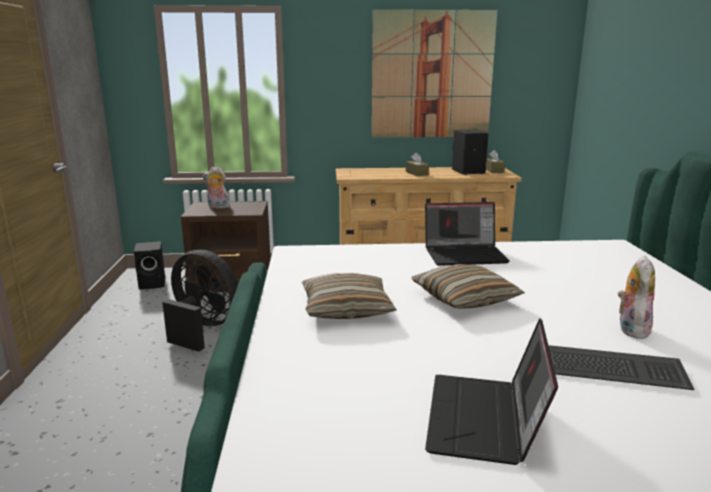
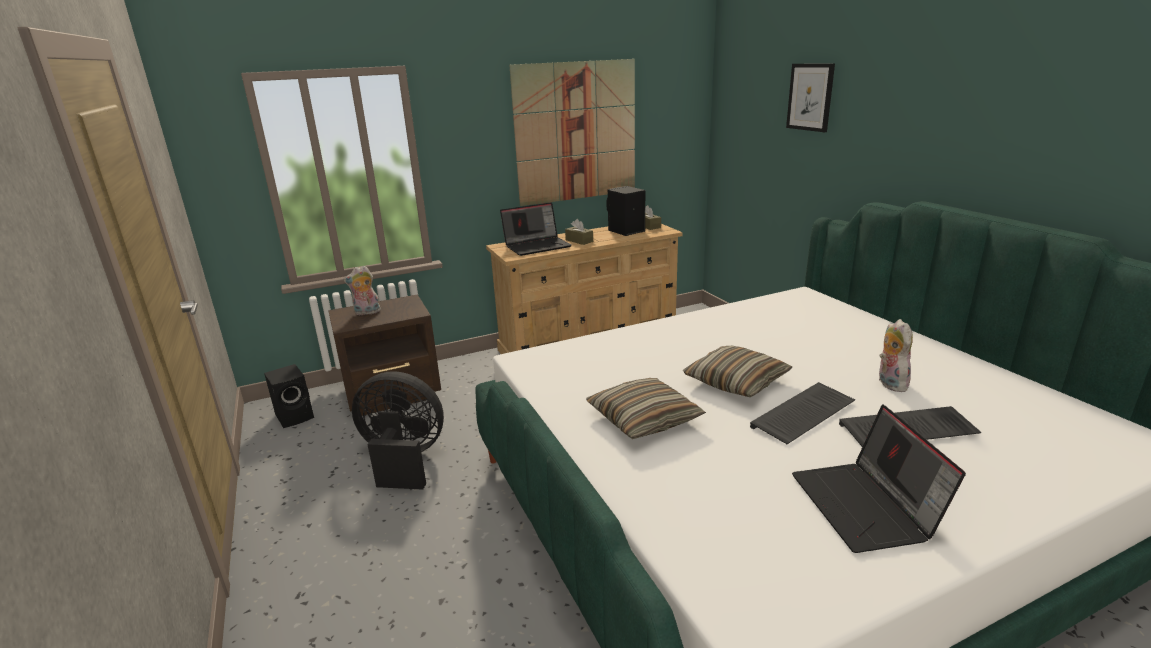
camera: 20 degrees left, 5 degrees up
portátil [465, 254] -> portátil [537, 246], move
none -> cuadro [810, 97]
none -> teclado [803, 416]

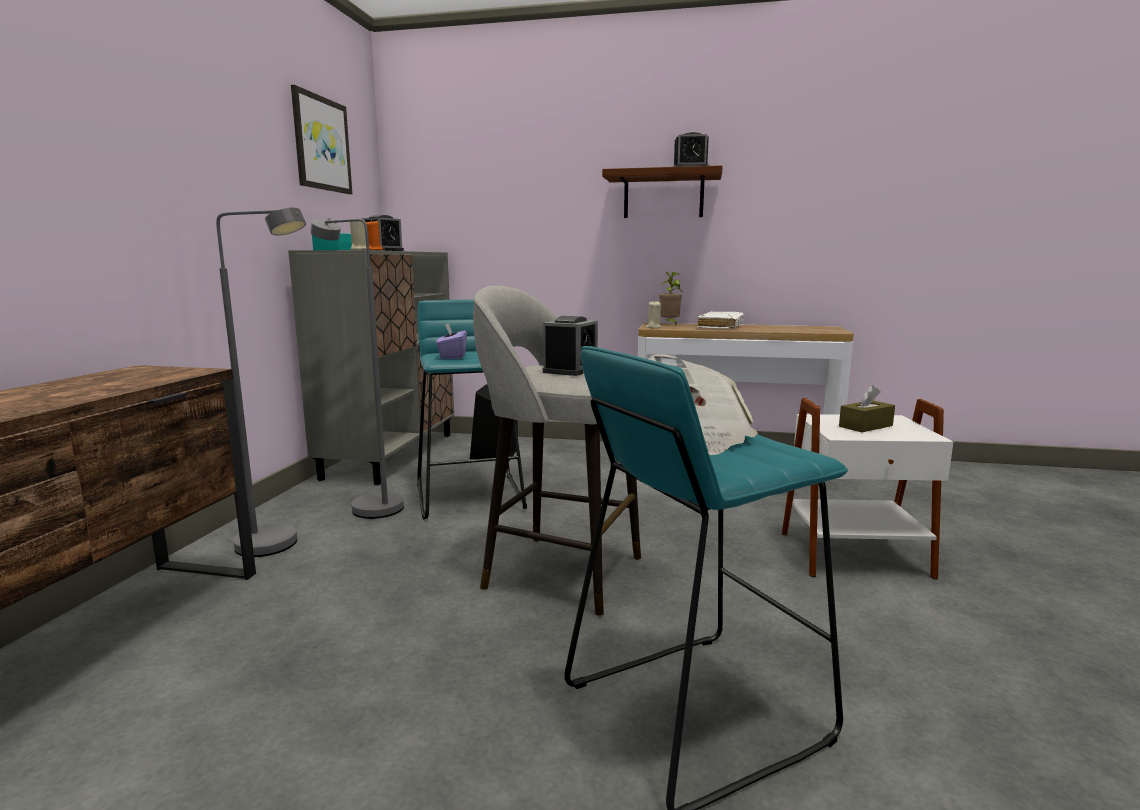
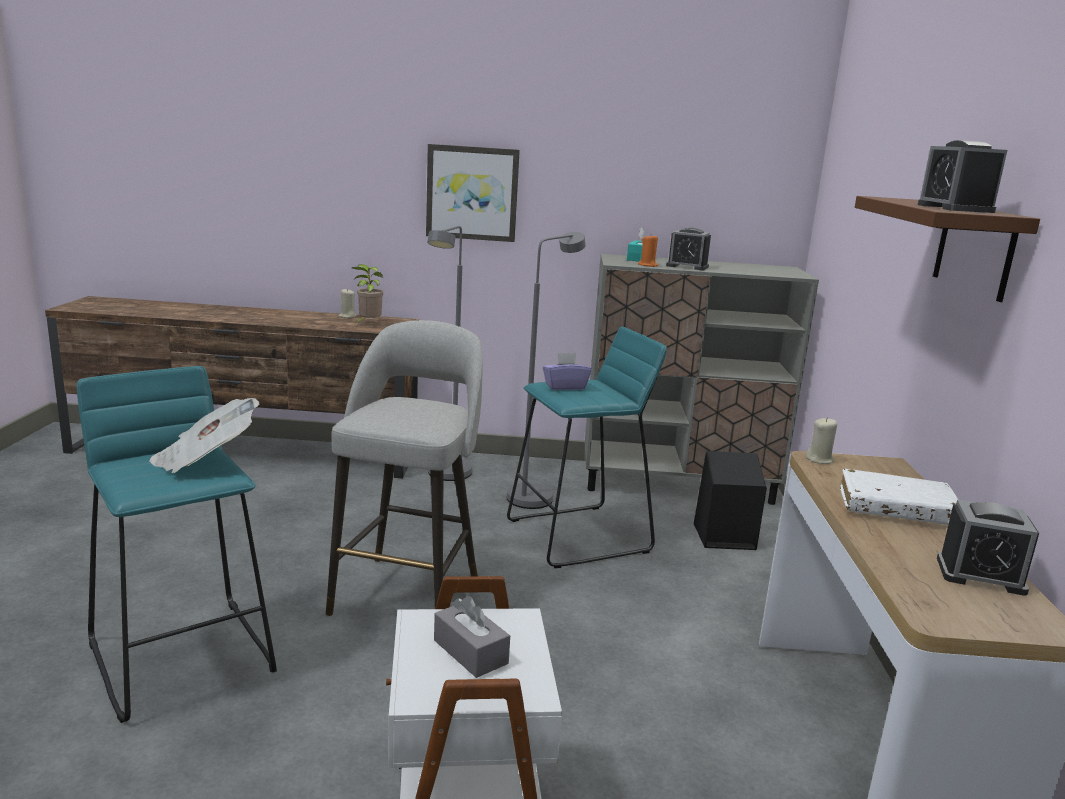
camera: 80 degrees right, 5 degrees up
cuadro [321, 144] -> cuadro [472, 193], move
vela/beis [359, 249] -> vela/beis [347, 316], move
planta en maceta [669, 324] -> planta en maceta [368, 324], move
despertador [570, 370] -> despertador [980, 575], move
caja de pañuelos/marrón [865, 426] -> caja de pañuelos/gris [470, 652]

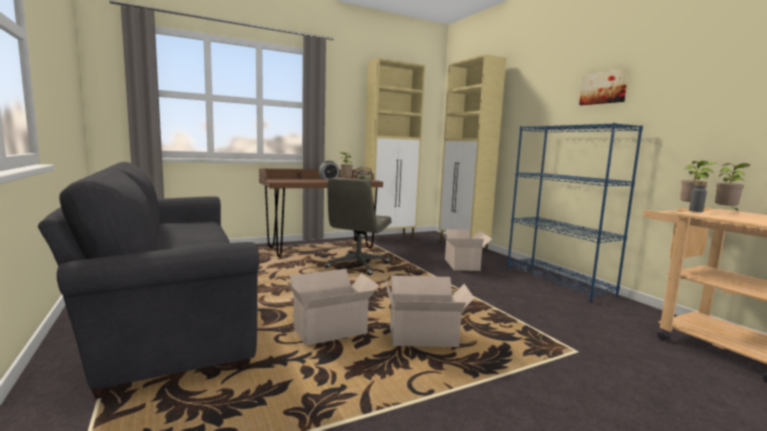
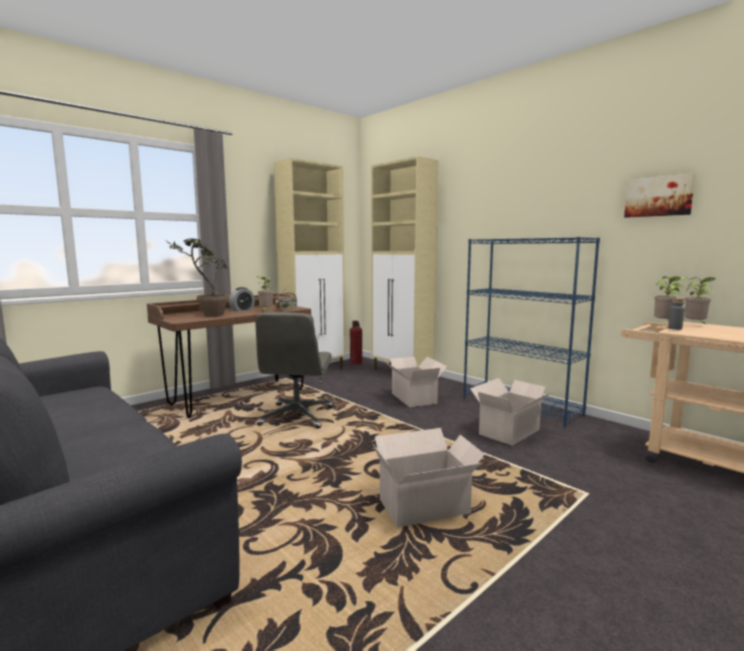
camera: 15 degrees left, 0 degrees up
cuadro [604, 88] -> cuadro [658, 196], move
caja de cartón [332, 331] -> caja de cartón [510, 431], move
none -> planta en maceta [206, 315]
none -> extintor [356, 363]

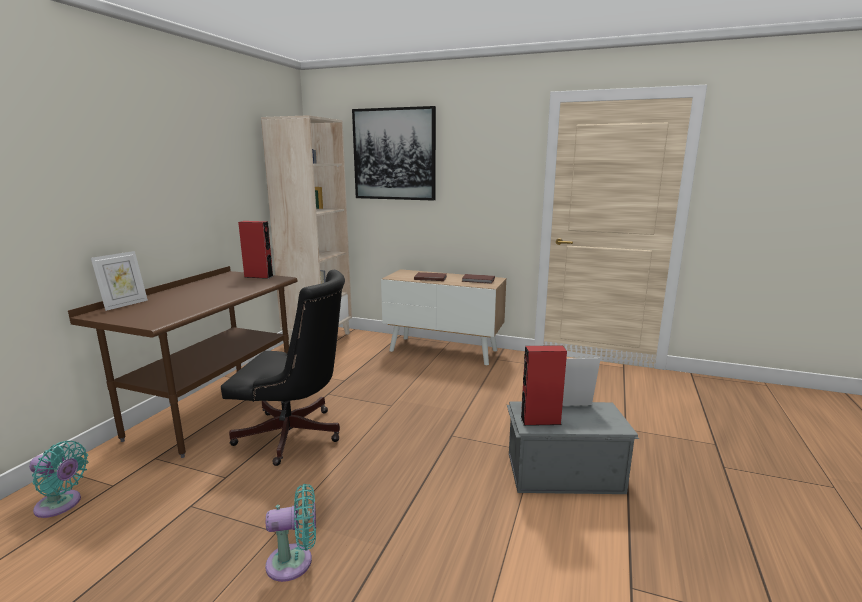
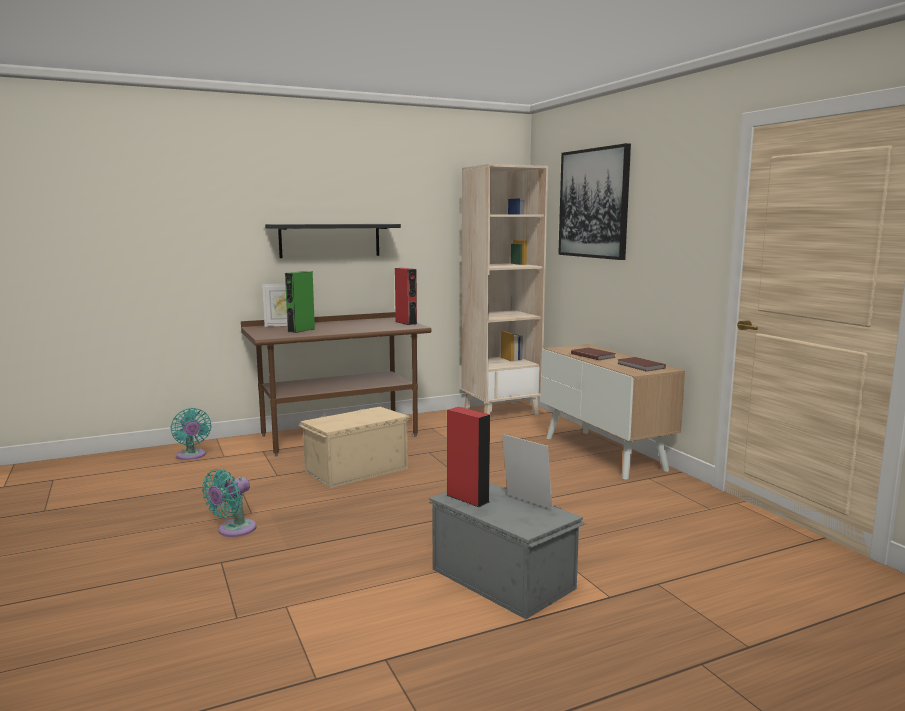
camera: 45 degrees right, 5 degrees down
silla de oficina/negro [295, 436] -> caja de almacenaje/beis [355, 470]
ventilador/turquesa [294, 562] -> ventilador/turquesa [233, 530], 90 degrees clockwise
none -> estante/negro [330, 240]
none -> altavoz/verde [301, 330]

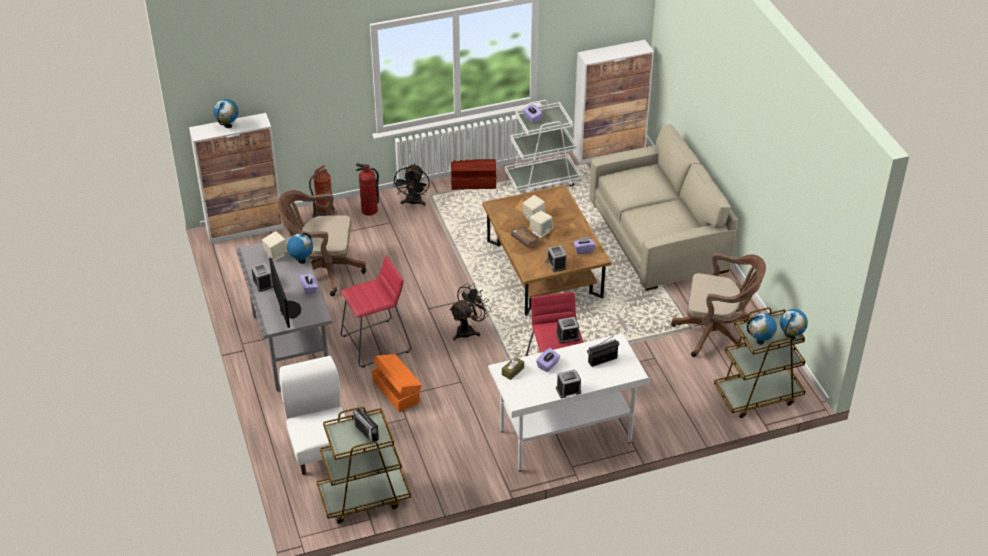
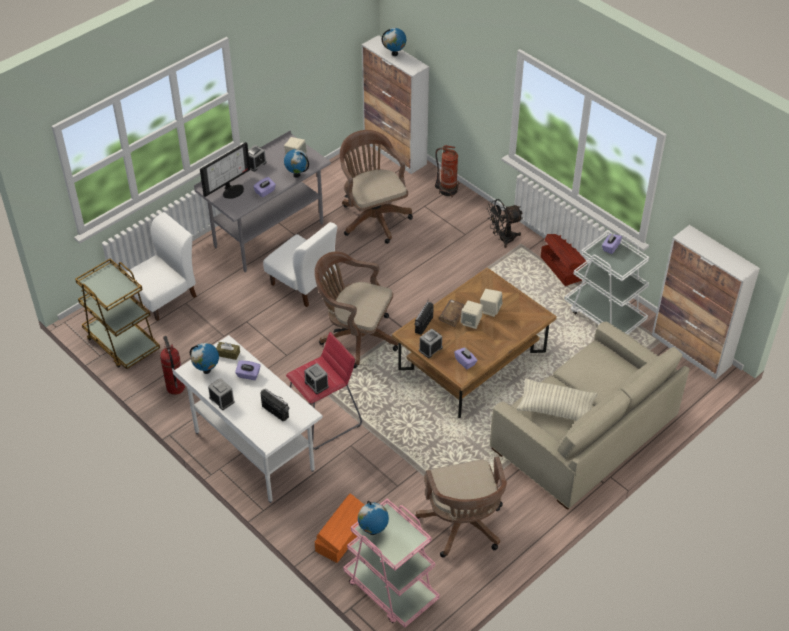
camera: 65 degrees right, 5 degrees up
extintor [369, 210] -> extintor [175, 387], move
taburete/rojo [376, 343] -> silla/blanco [303, 284]
ventilador/negro [468, 330] -> silla de oficina/marrón [355, 337]
carrito/marrón [757, 395] -> carrito/rosa [390, 589]
globo terráqueo [791, 337] -> globo terráqueo [206, 370], move
caja de almacenaje/naranja [396, 391] -> caja de almacenaje/naranja [342, 536], move
radio [366, 433] -> radio [424, 325], move
none -> cojín [556, 408]

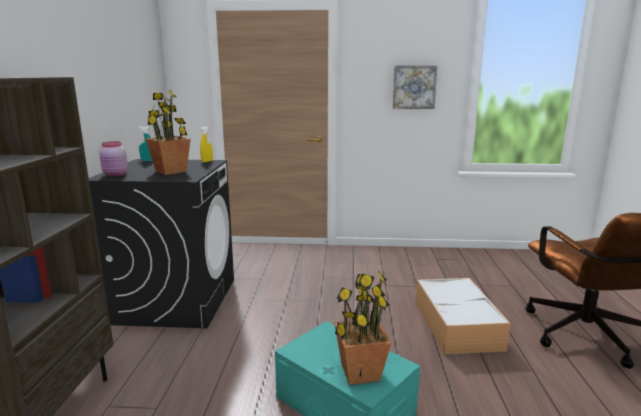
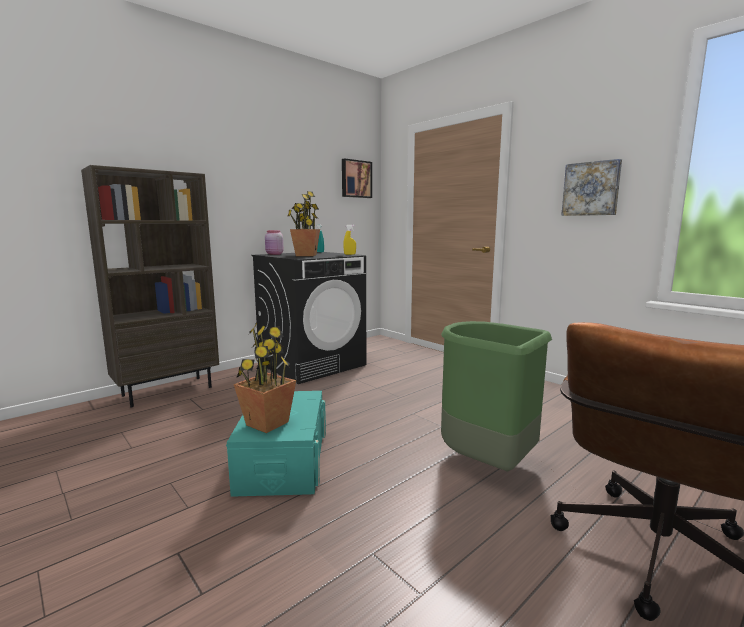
camera: 45 degrees right, 5 degrees down
caja de almacenaje [457, 326] -> papelera/verde [486, 464]
none -> cuadro [356, 179]

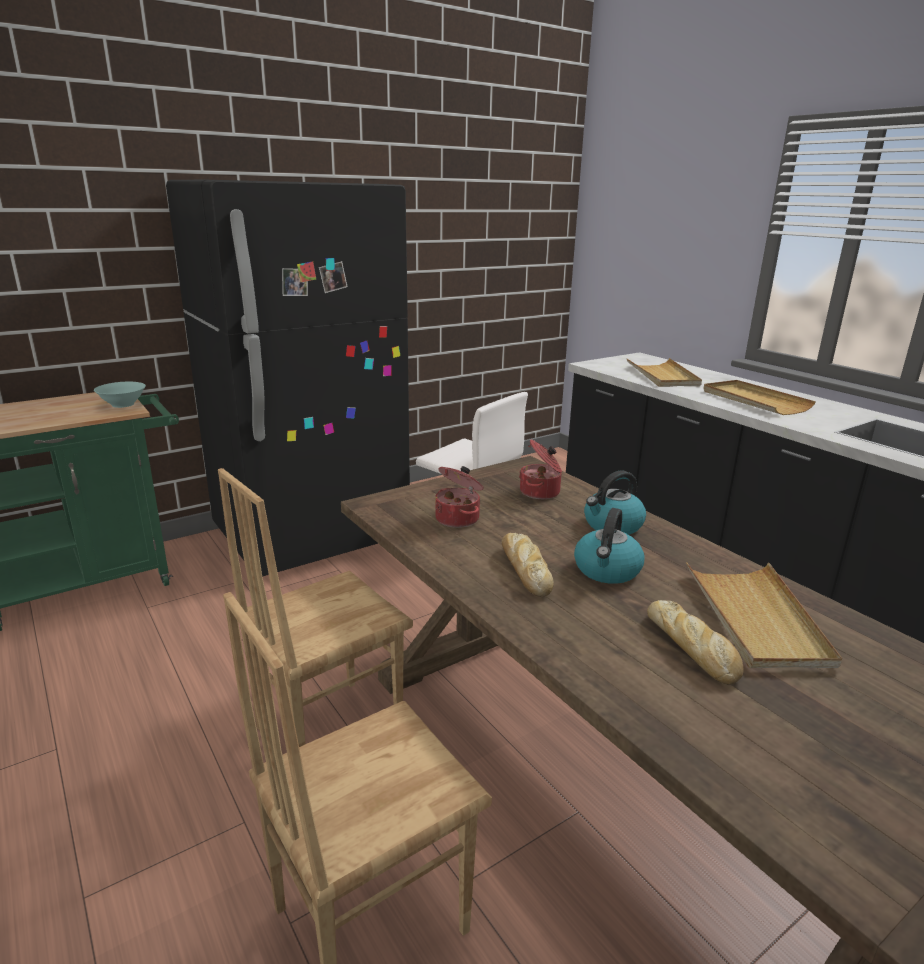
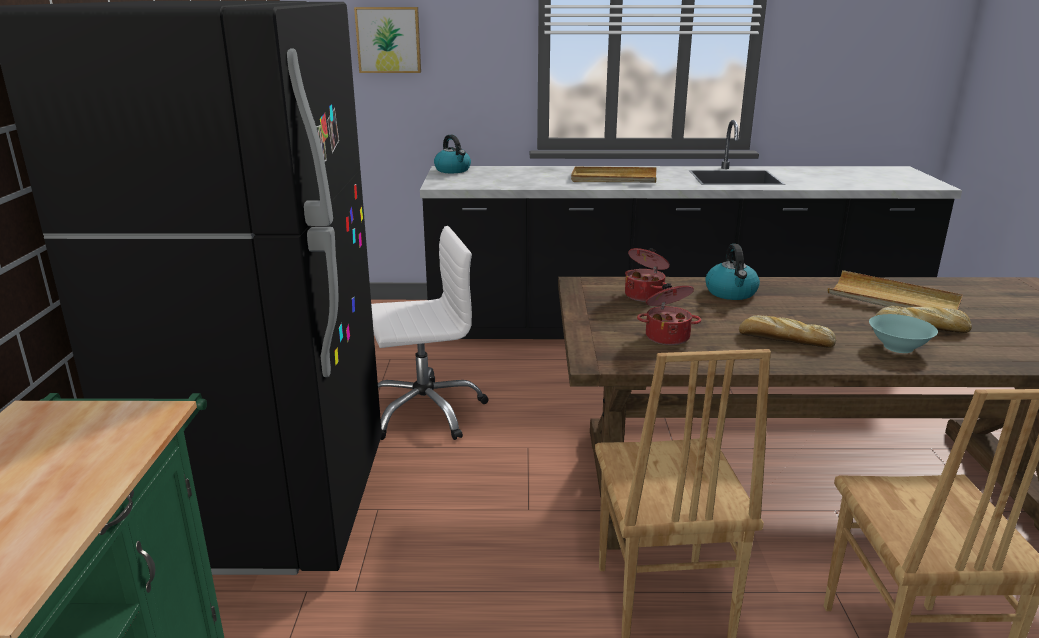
camera: 55 degrees left, 0 degrees up
bandeja/beis [662, 376] -> none
cuenco/turquesa [122, 404] -> cuenco/turquesa [899, 347], move
hervidor [607, 570] -> hervidor [453, 170], move
none -> cuadro [389, 40]

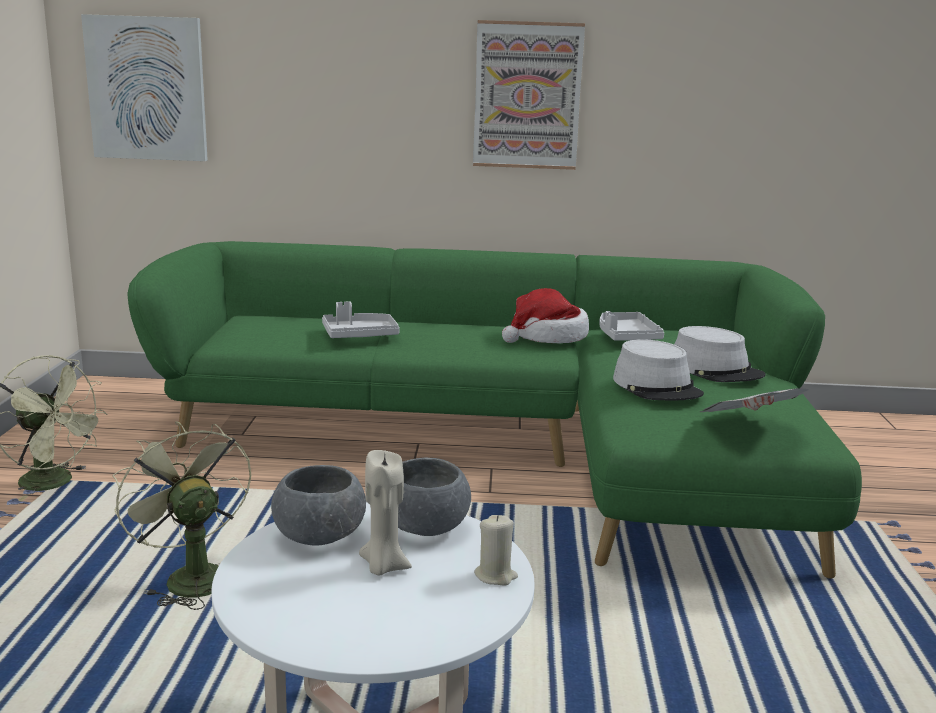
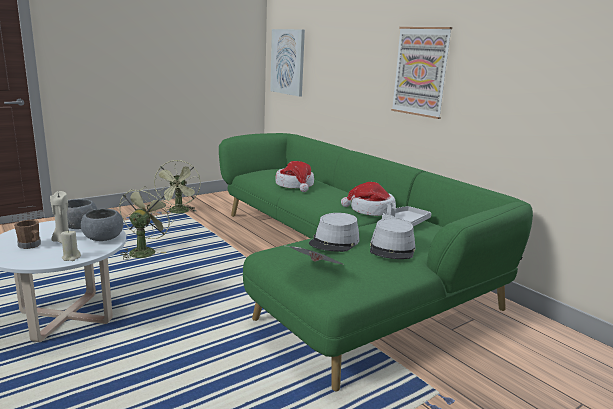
camera: 50 degrees right, 0 degrees up
bandeja/gris [359, 335] -> sombrero [295, 185]
none -> taza grande/marrón [31, 245]

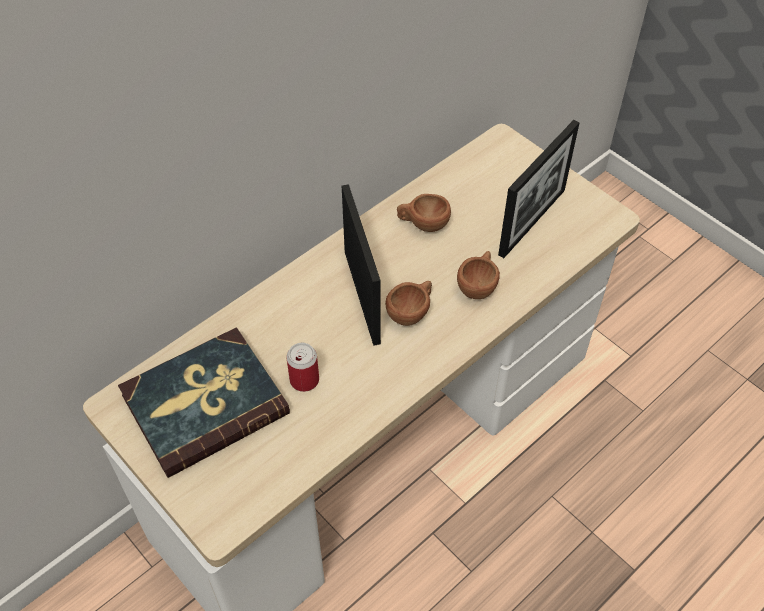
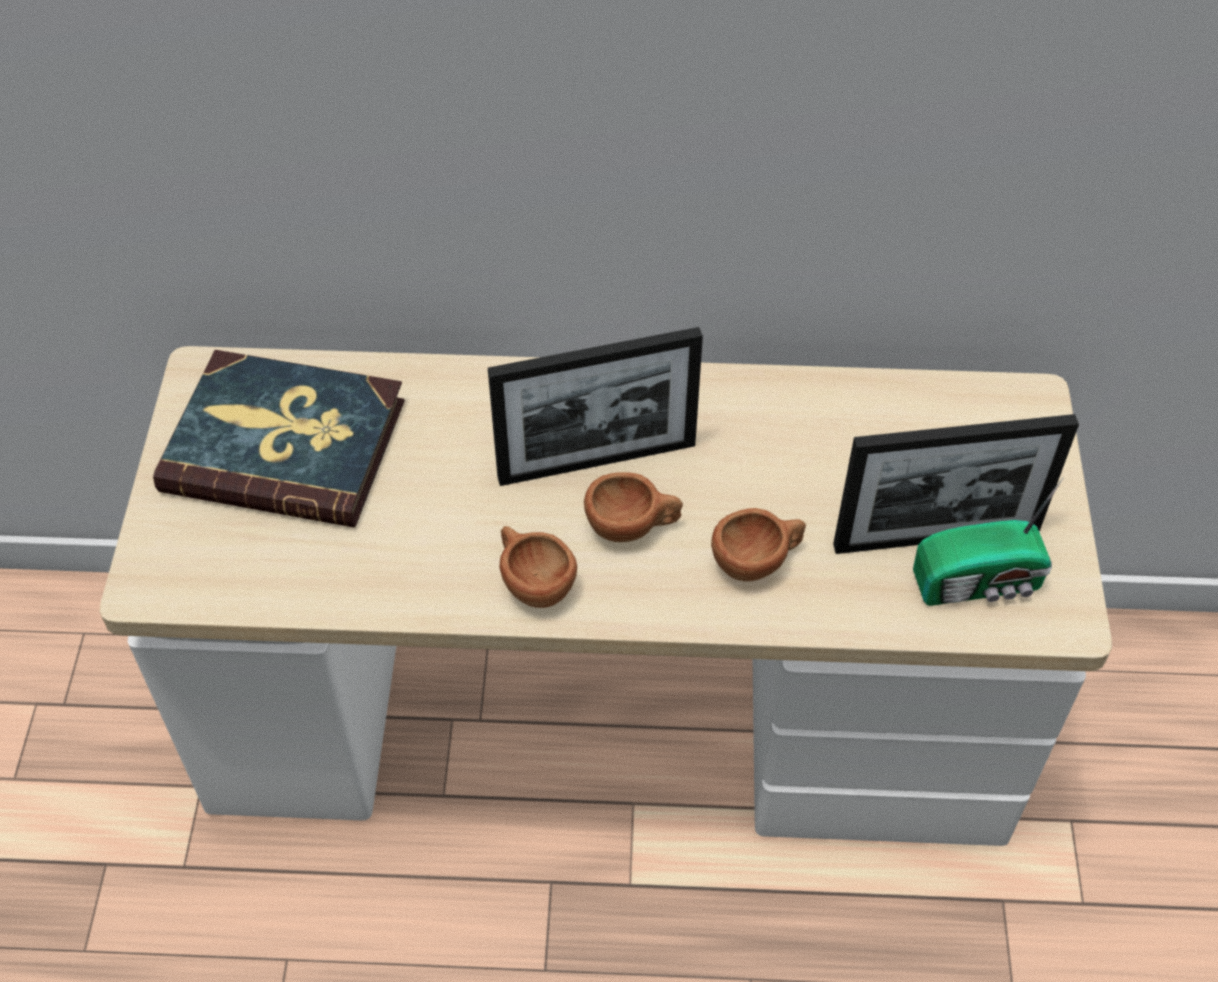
camera: 45 degrees right, 0 degrees up
portarretratos [362, 296] -> portarretratos [597, 461], 45 degrees clockwise
taza/marrón [423, 224] -> taza/marrón [532, 581], move
lata [304, 380] -> none
none -> radio [981, 582]

